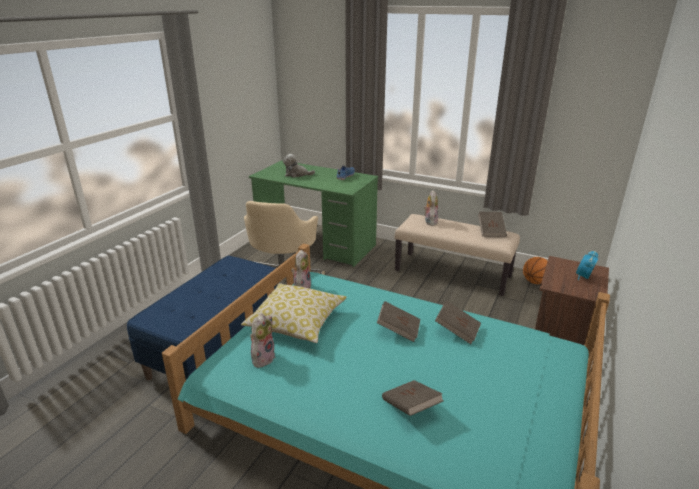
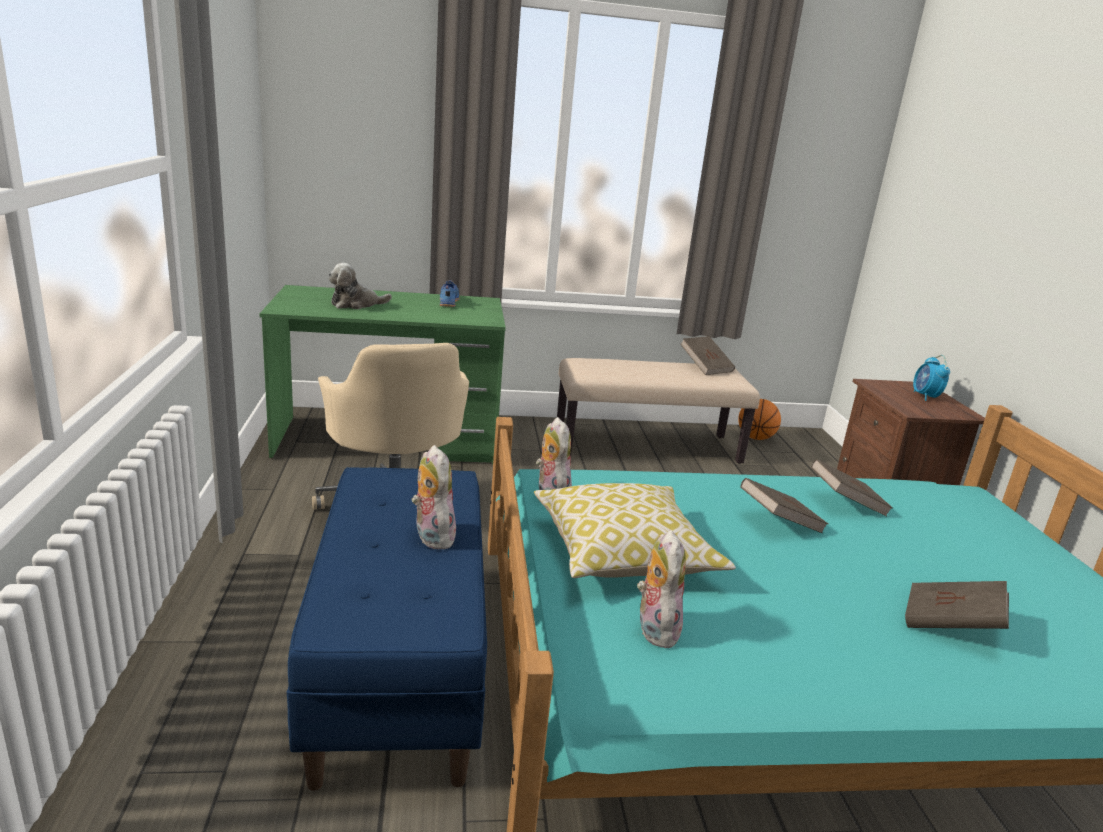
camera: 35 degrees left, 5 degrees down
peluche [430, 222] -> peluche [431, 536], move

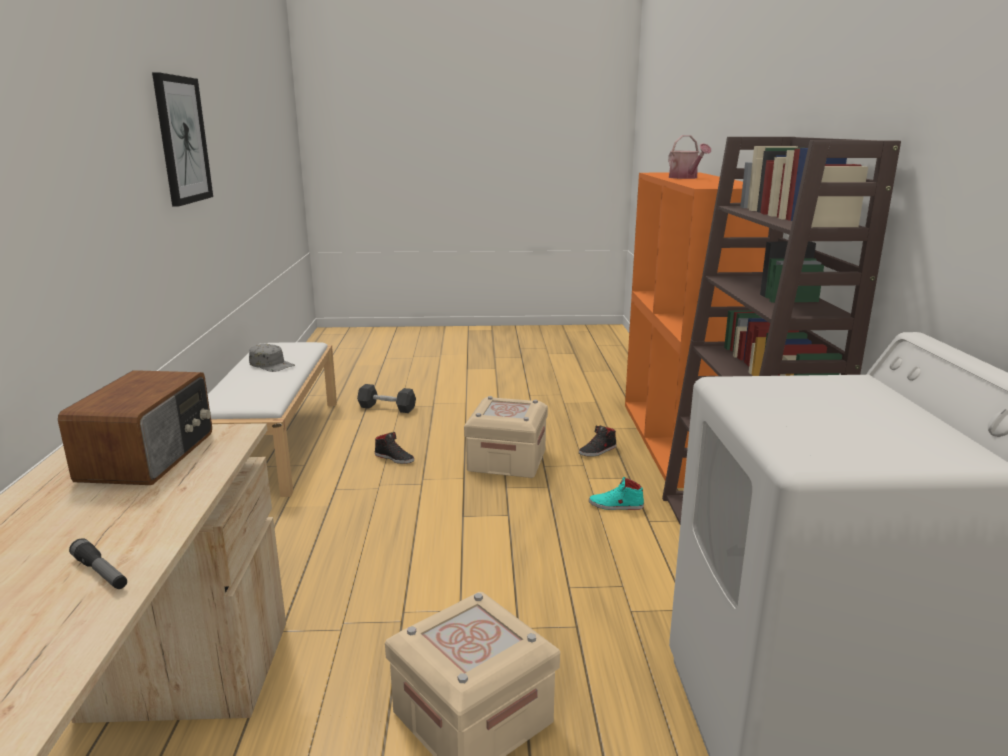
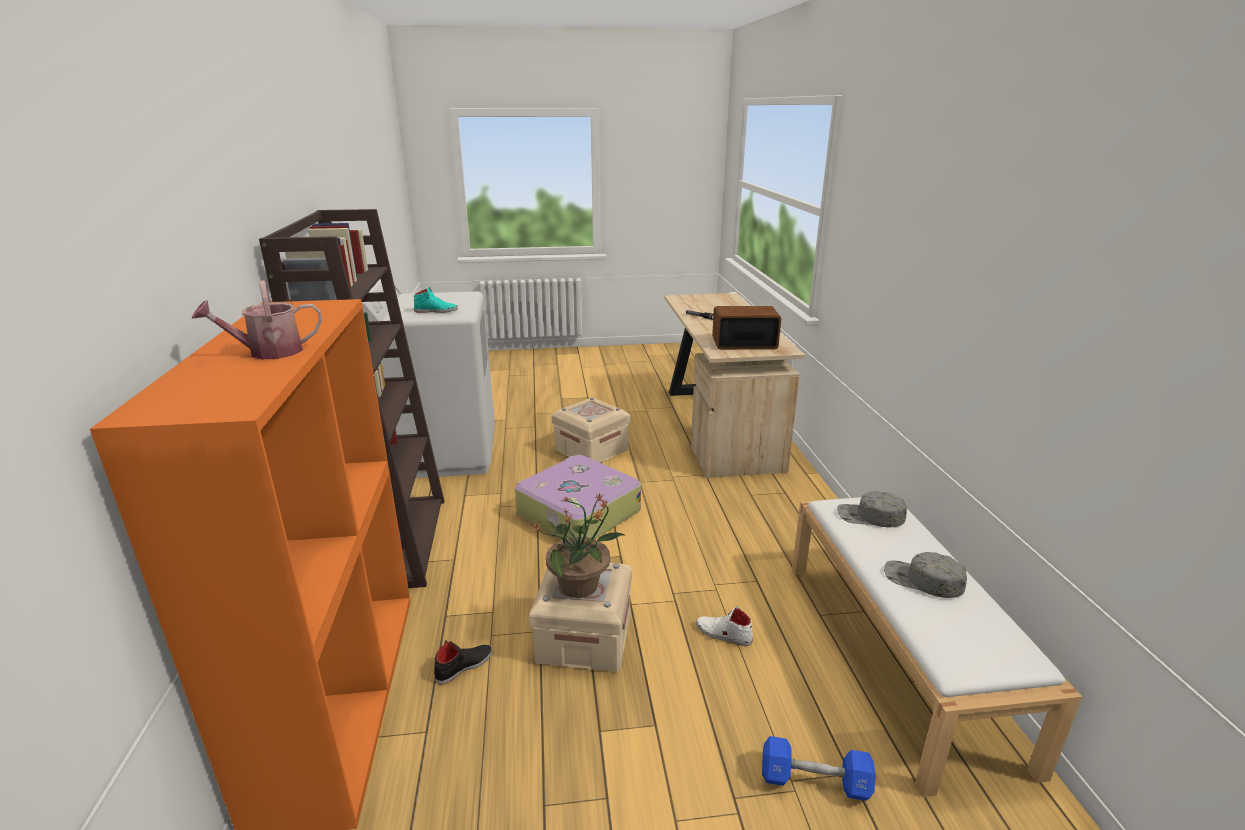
camera: 175 degrees right, 5 degrees up
cuadro [182, 140] -> none
regadera [685, 178] -> regadera [268, 352], 90 degrees counterclockwise
radio [150, 456] -> radio [743, 343], 90 degrees clockwise
mancuerna/negro [387, 408] -> mancuerna/azul [814, 781]
zapato/negro [394, 458] -> zapato/blanco [723, 634]
zapato/turquesa [616, 505] -> zapato/turquesa [436, 311], move
none -> maleta [577, 513]
none -> gorra/gris [870, 516]
none -> planta en maceta [580, 585]

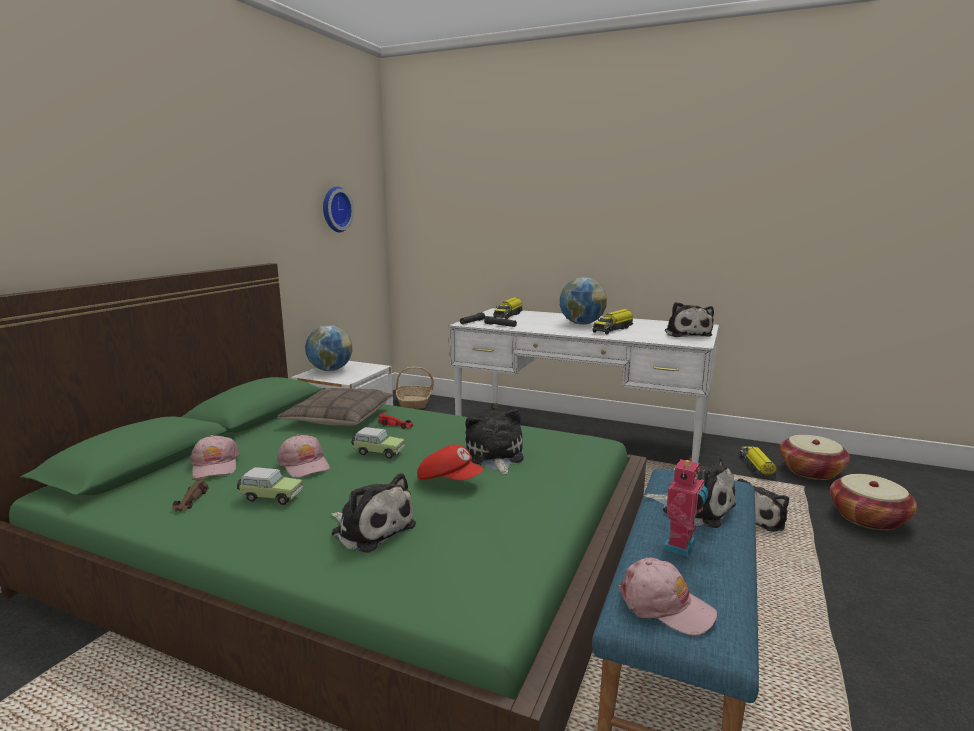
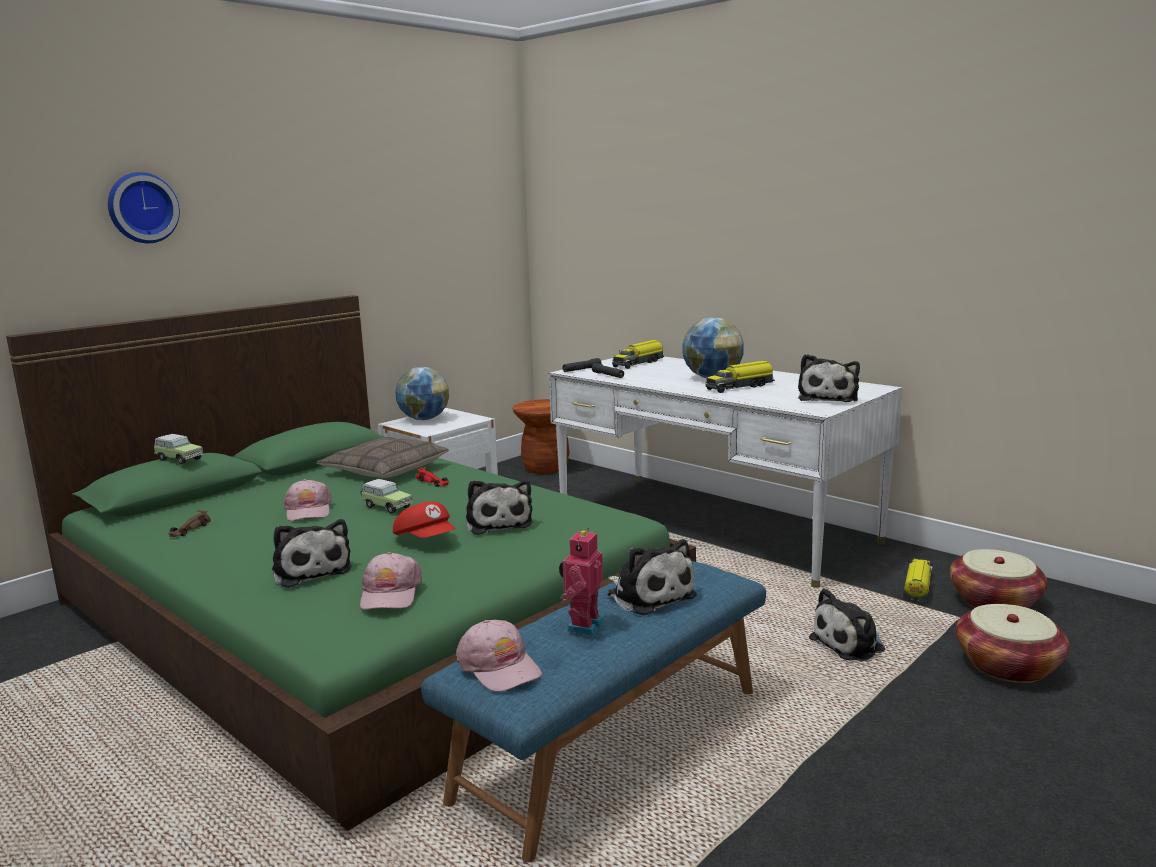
camera: 20 degrees right, 0 degrees up
reloj de pared [335, 209] -> reloj de pared [141, 208], move
cesta [414, 402] -> taburete/marrón [545, 468]
peluche [495, 456] -> peluche [498, 522], 150 degrees clockwise
gorra/rosa [215, 465] -> gorra/rosa [390, 593], move
robot de juguete [682, 547] -> robot de juguete [583, 626], 150 degrees clockwise
coche de juguete [270, 497] -> coche de juguete [178, 459], move

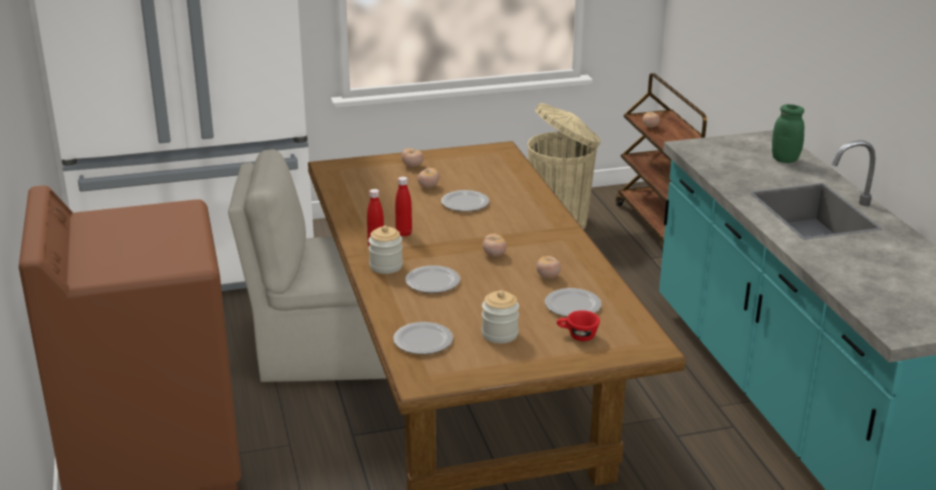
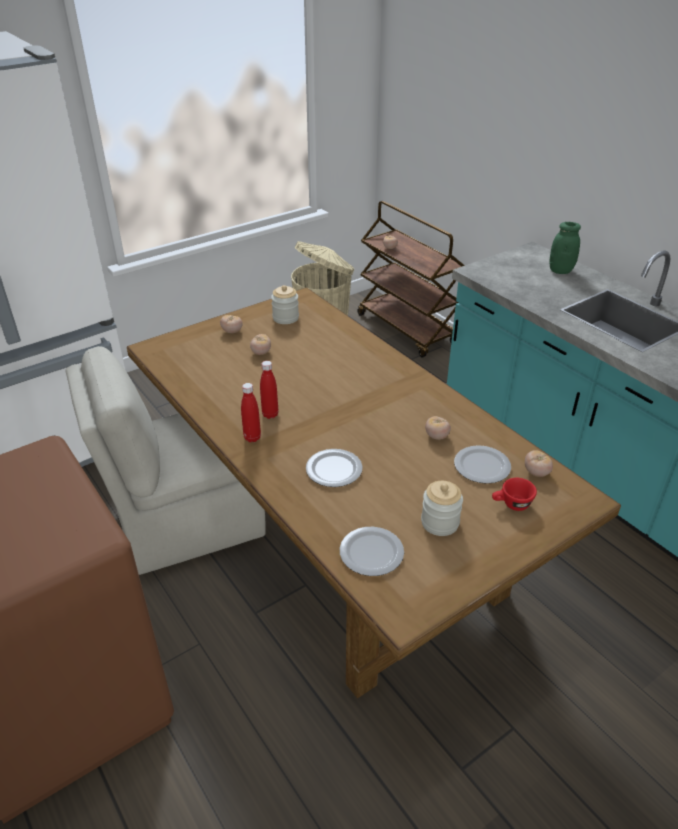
camera: 20 degrees left, 10 degrees up
plato [465, 203] -> none
tarro [386, 266] -> tarro [285, 318], move
tomate [494, 255] -> tomate [536, 472], move

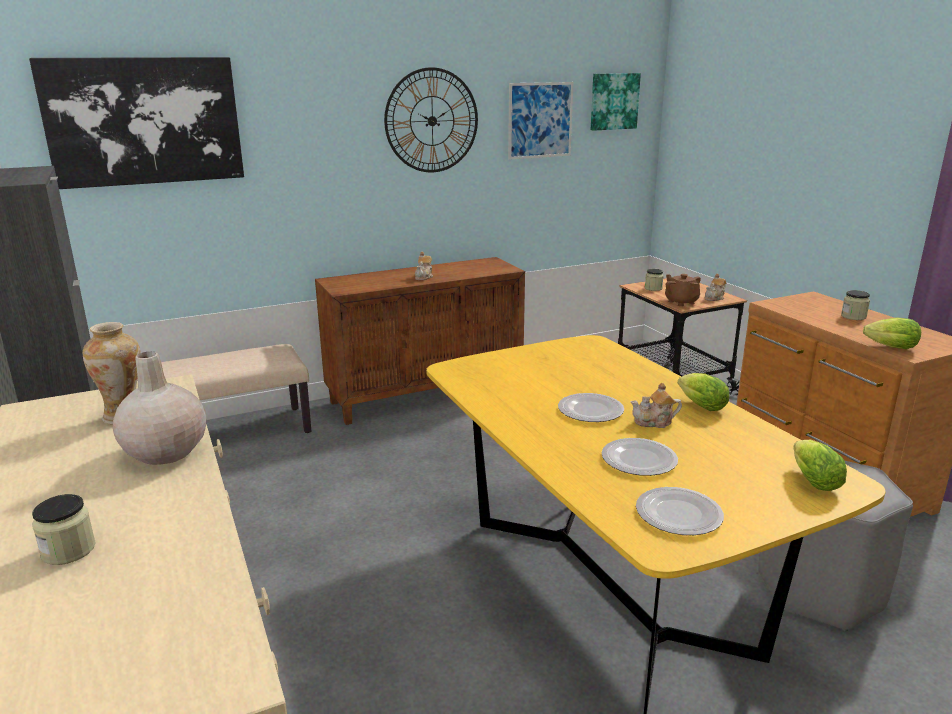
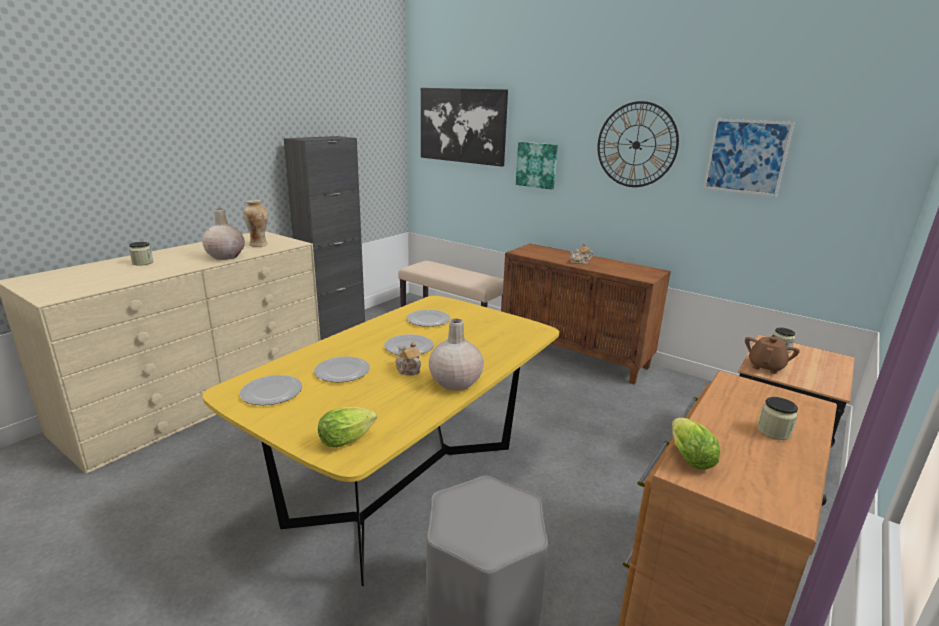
camera: 60 degrees right, 0 degrees up
cuadro [613, 101] -> cuadro [537, 165], move
tetera [715, 298] -> none
lechuga [699, 405] -> florero/beis [455, 382]
none -> plato [429, 320]

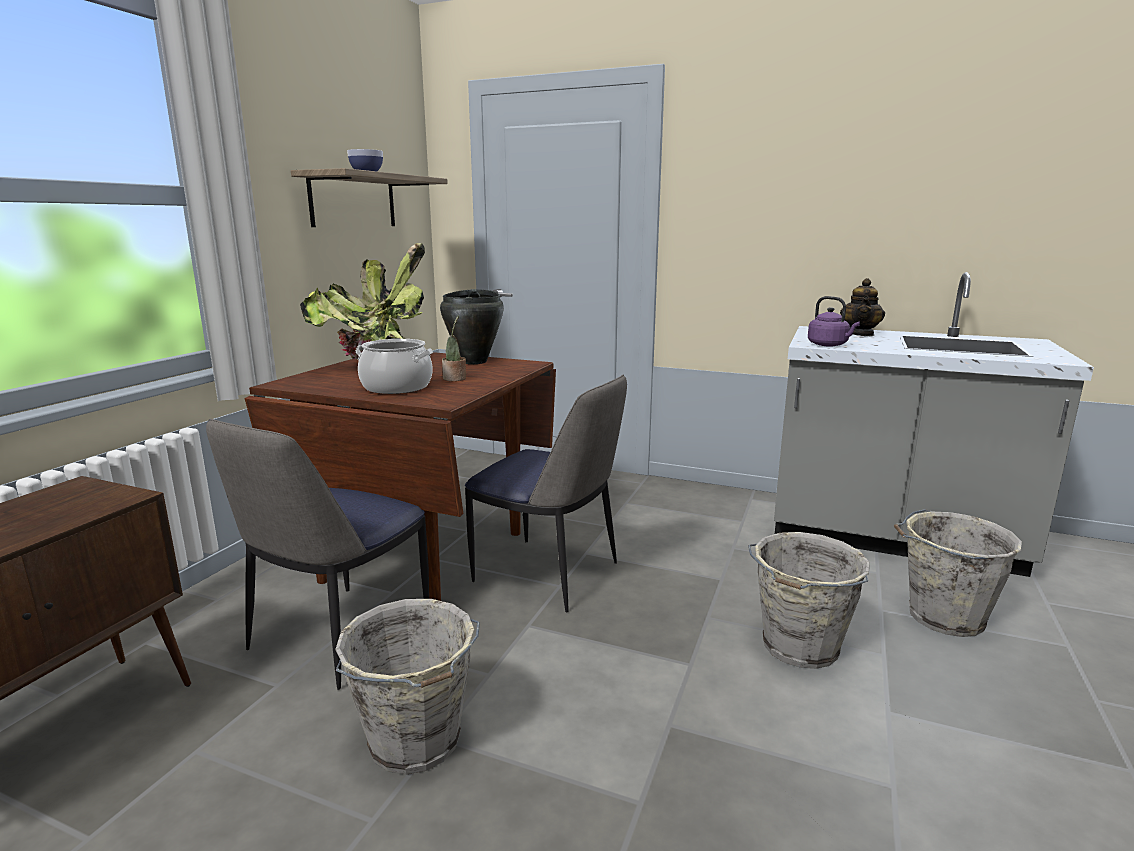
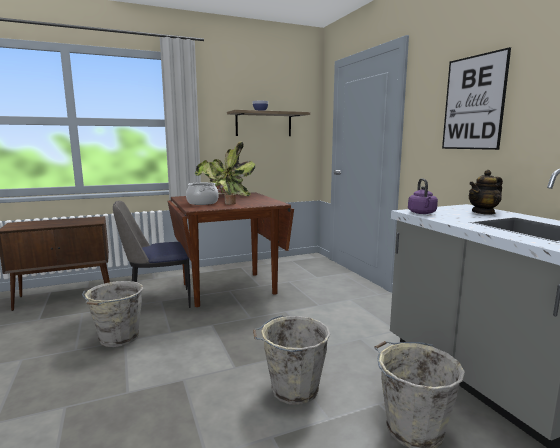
camera: 45 degrees right, 5 degrees down
olla/negro [474, 361] -> none
silla [549, 574] -> none
none -> cuadro [473, 103]

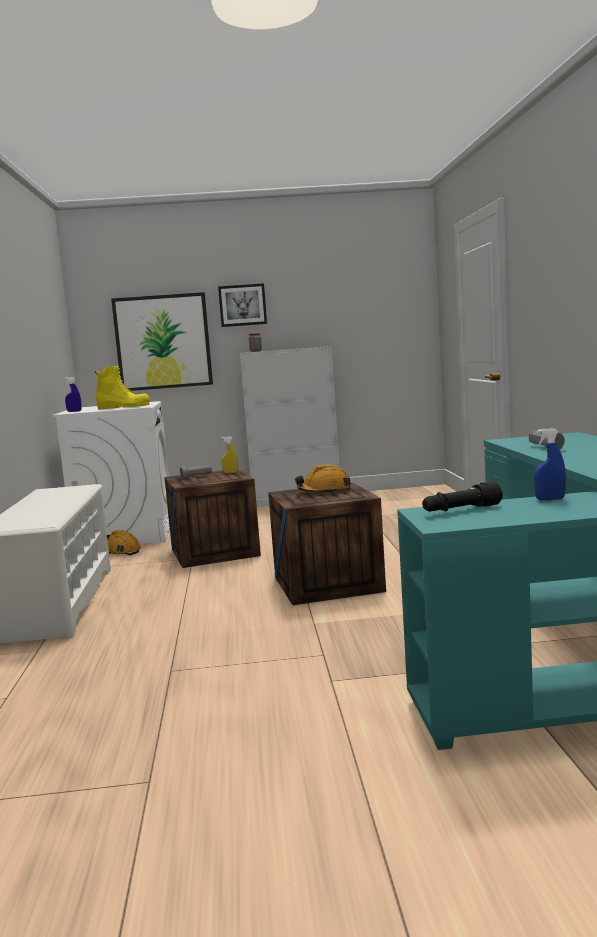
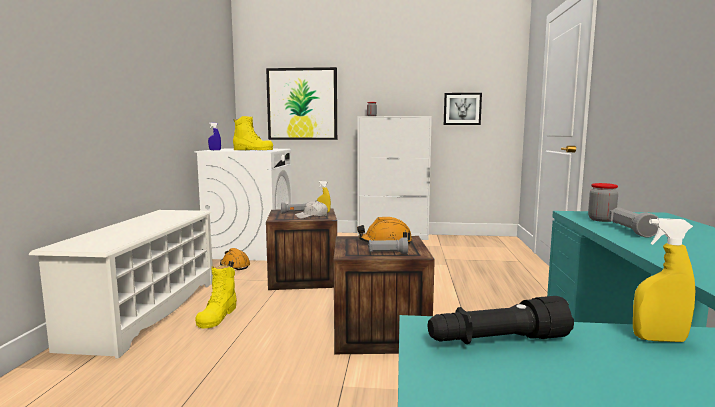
camera: 10 degrees right, 0 degrees up
cuadro [242, 305] -> cuadro [462, 109], move
pulverizador/azul [550, 499] -> pulverizador/amarillo [659, 339]
none -> tarro [601, 220]
none -> gorra/blanco [312, 216]
none -> linterna/gris [387, 253]
none -> bota/amarillo [218, 316]

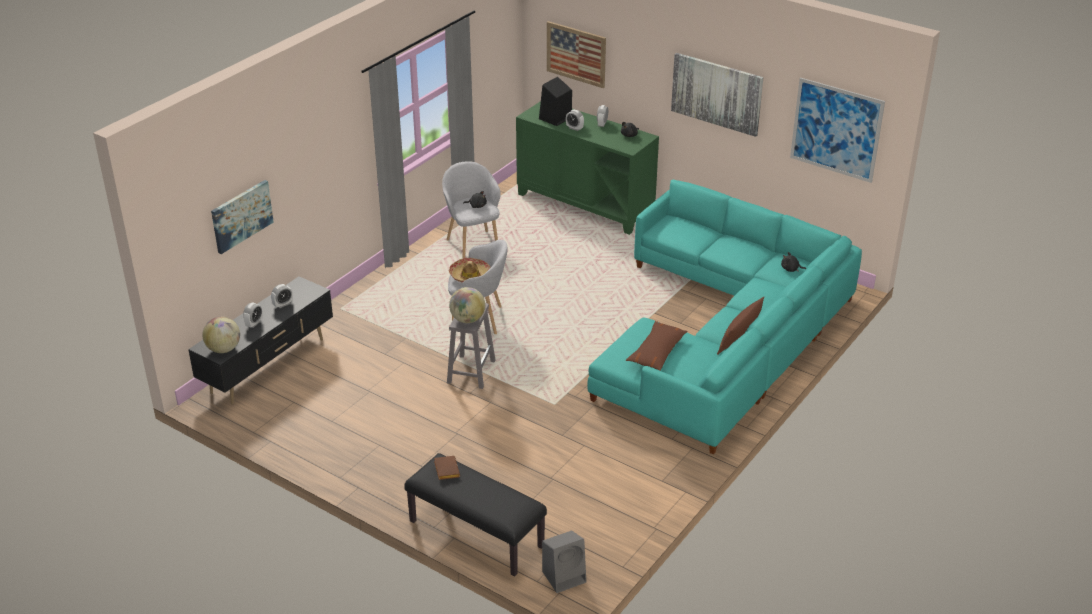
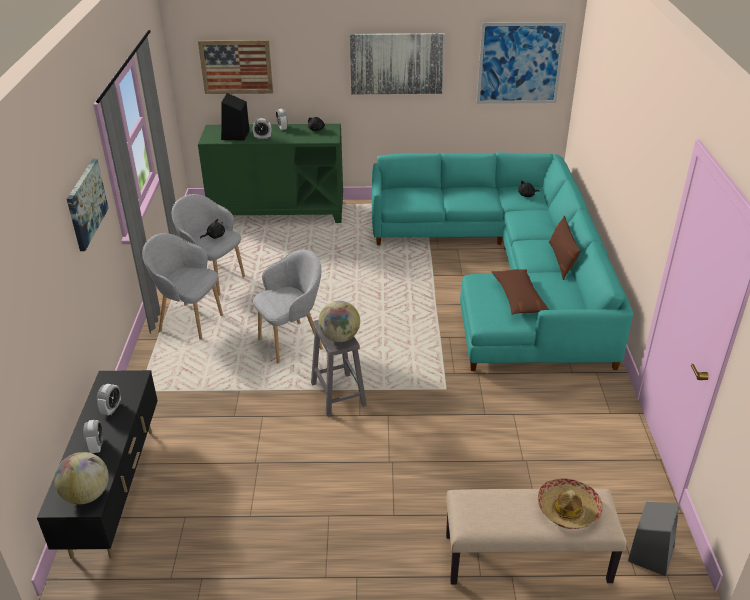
camera: 35 degrees left, 0 degrees up
cuadro [241, 216] -> cuadro [86, 204], move
sombrero [470, 275] -> sombrero [568, 509], move
banco/negro [475, 534] -> banco/beis [526, 559]
libro/marrón [445, 469] -> none
none -> sillón/gris [189, 322]

